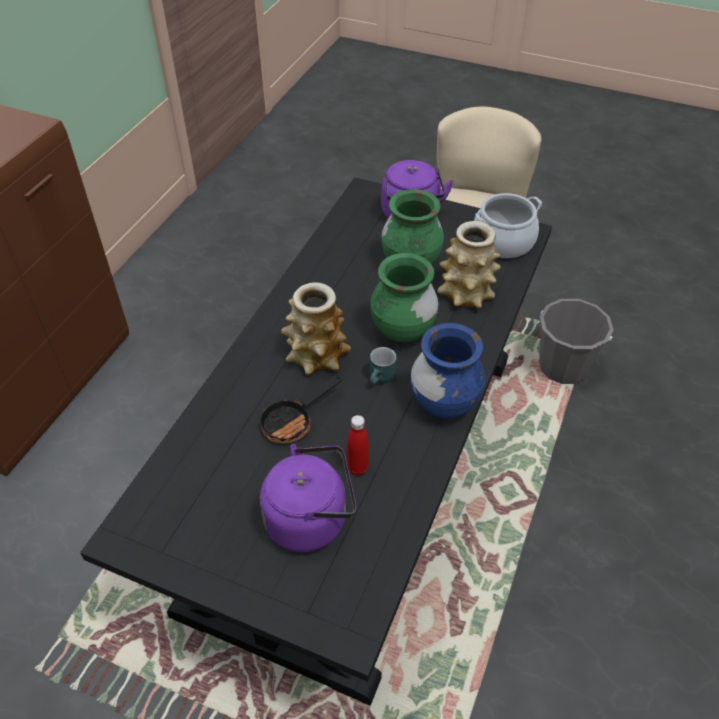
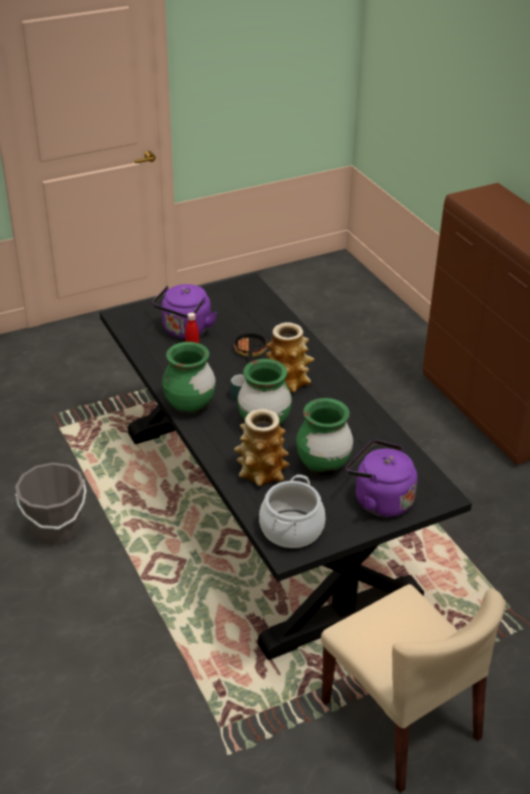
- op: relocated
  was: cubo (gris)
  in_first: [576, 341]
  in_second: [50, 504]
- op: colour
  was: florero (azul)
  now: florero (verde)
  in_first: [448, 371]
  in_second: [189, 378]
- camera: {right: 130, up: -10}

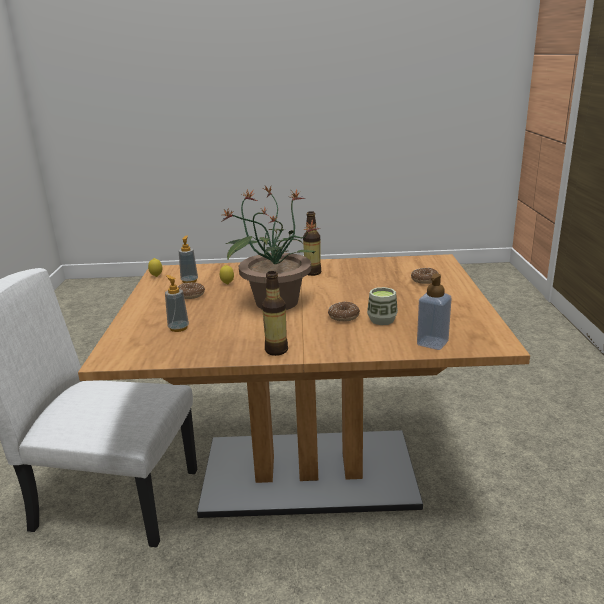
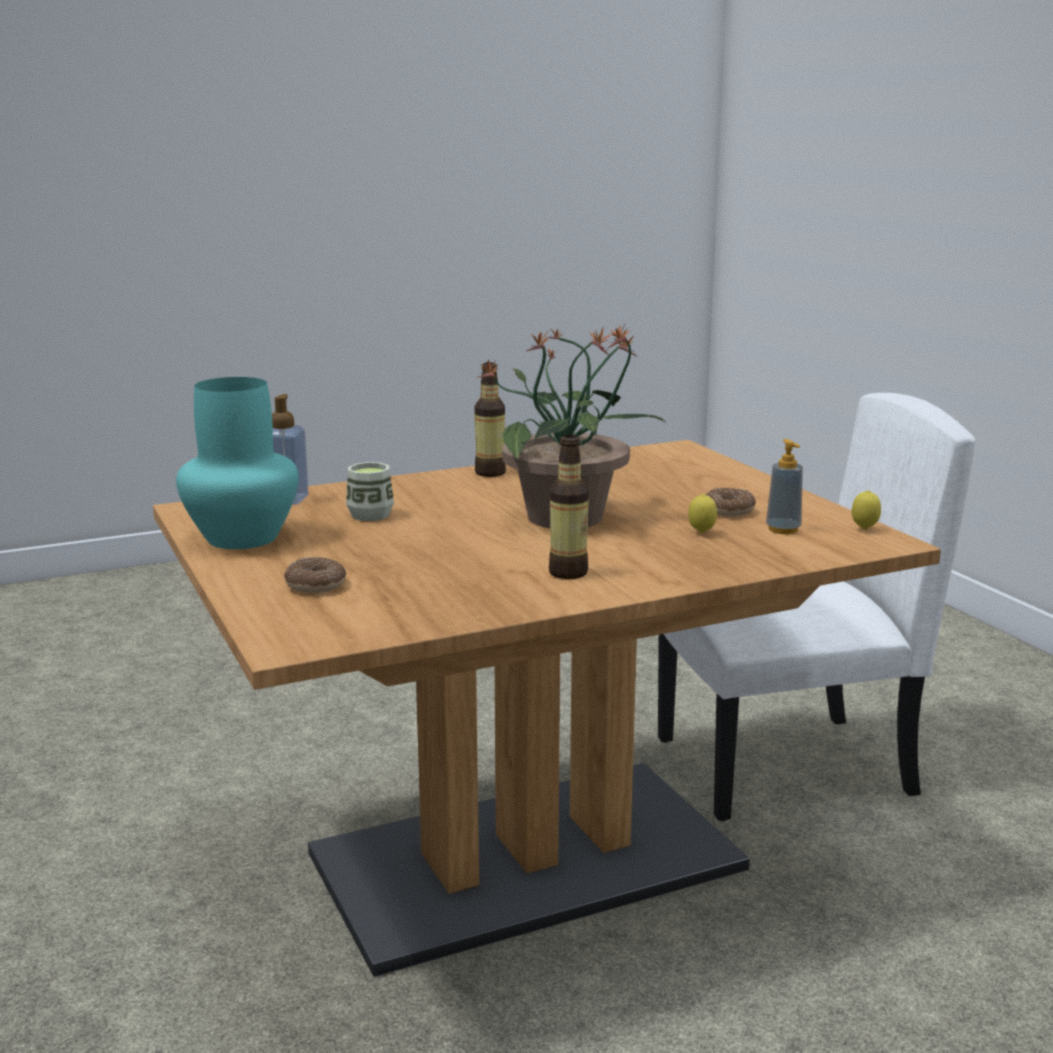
- op: appeared
  now: florero (turquesa)
  in_second: [237, 463]
- op: missing
  was: dispensador de jabón
  in_first: [177, 303]
- op: missing
  was: rosquilla
  in_first: [344, 312]
- camera: {right: 155, up: -5}

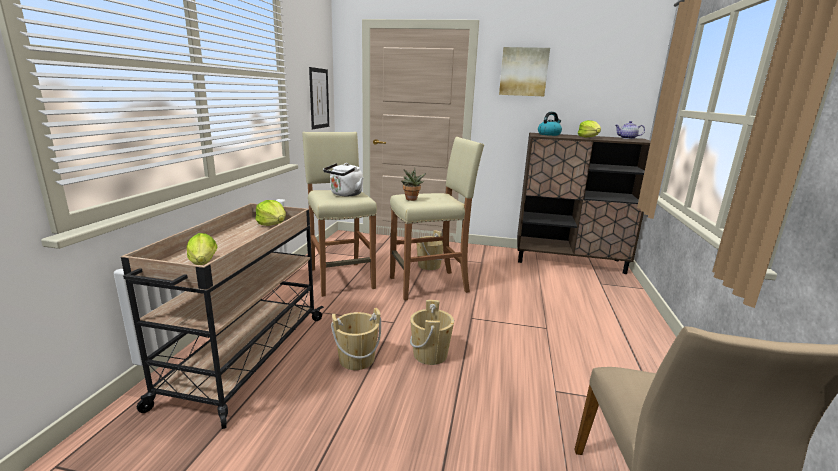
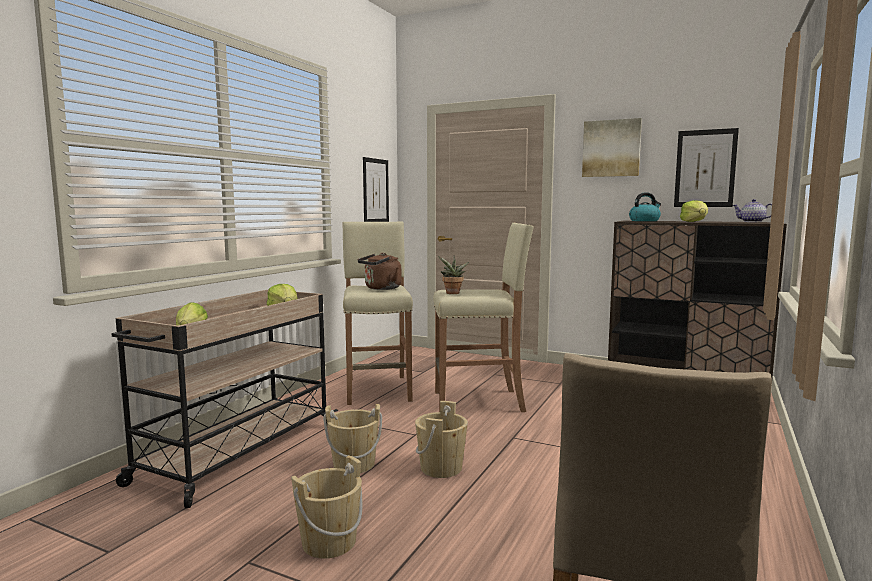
- op: relocated
  was: cubo (beis)
  in_first: [429, 250]
  in_second: [326, 507]
- op: colour
  was: hervidor (blanco)
  now: hervidor (marrón)
  in_first: [343, 179]
  in_second: [379, 271]
- op: appeared
  now: cuadro
  in_second: [706, 167]
- camera: {right: 15, up: -10}

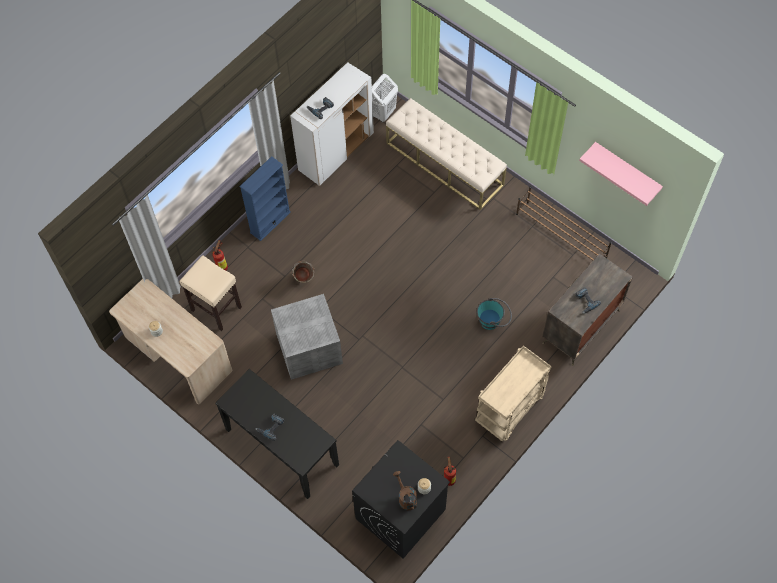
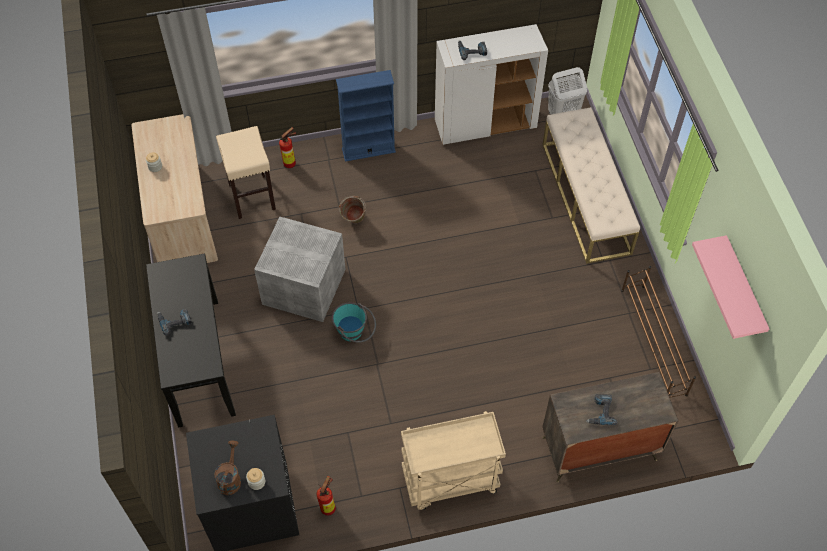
- op: relocated
  was: cubo (turquesa)
  in_first: [494, 314]
  in_second: [354, 322]
- camera: {right: 35, up: -5}

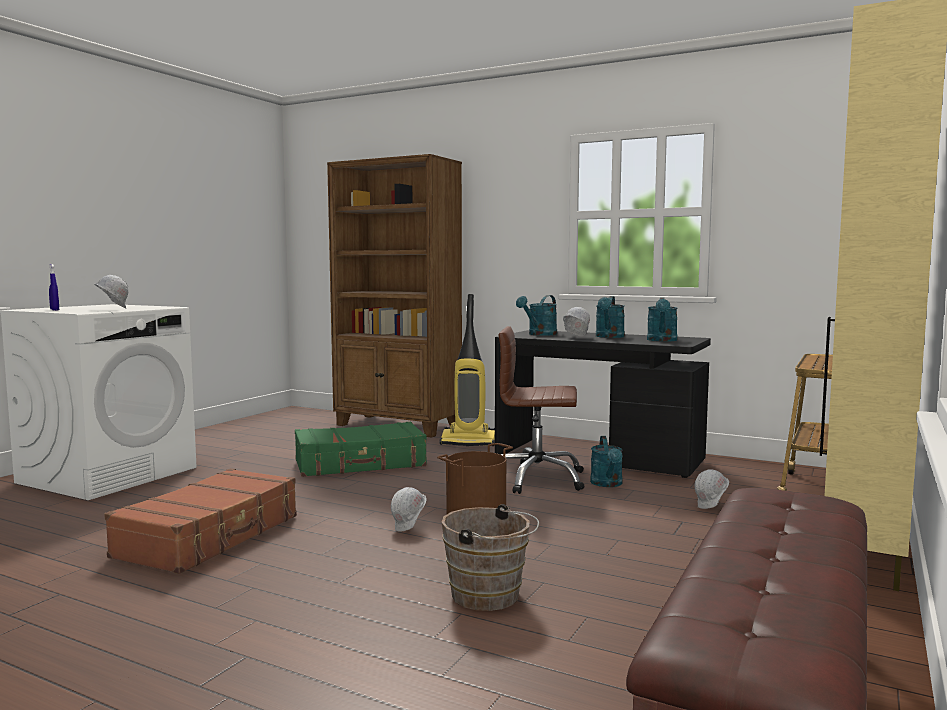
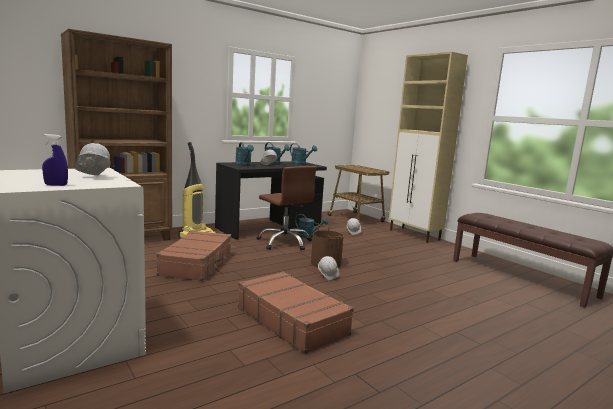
- op: colour
  was: maleta (verde)
  now: maleta (marrón)
  in_first: [361, 449]
  in_second: [194, 255]
- op: spun
  was: silla de oficina (marrón)
  in_first: [541, 410]
  in_second: [286, 208]
  clockwise: -75
- op: missing
  was: cubo (marrón)
  in_first: [490, 557]
- camera: {right: -65, up: 5}

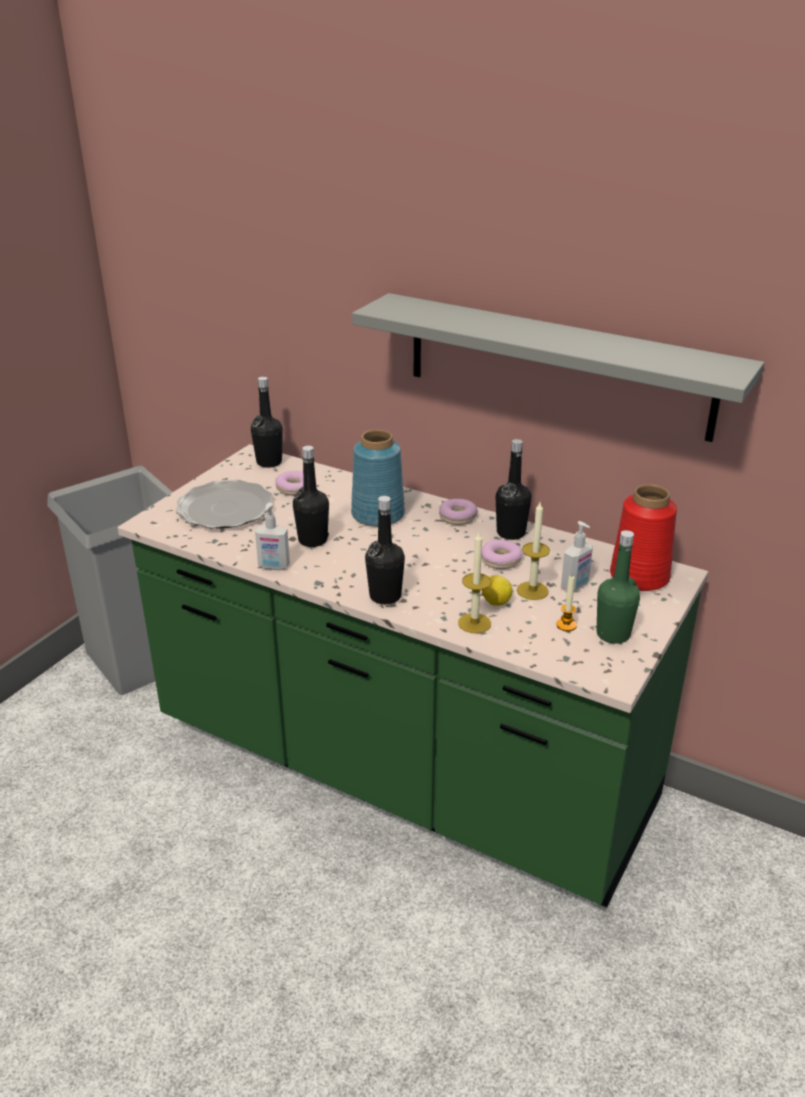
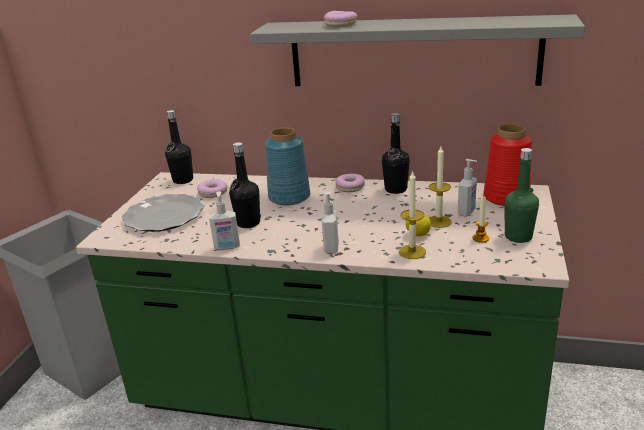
- op: exchanged
  was: botella (negro)
  now: dispensador de jabón
  in_first: [385, 550]
  in_second: [329, 223]
- op: relocated
  was: rosquilla
  in_first: [501, 554]
  in_second: [340, 19]
- camera: {right: -15, up: -5}

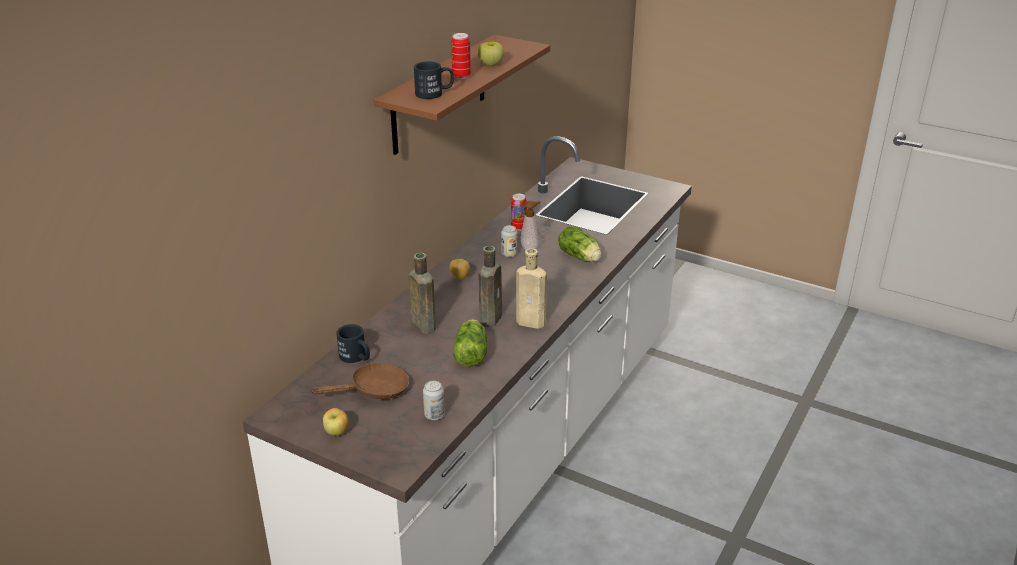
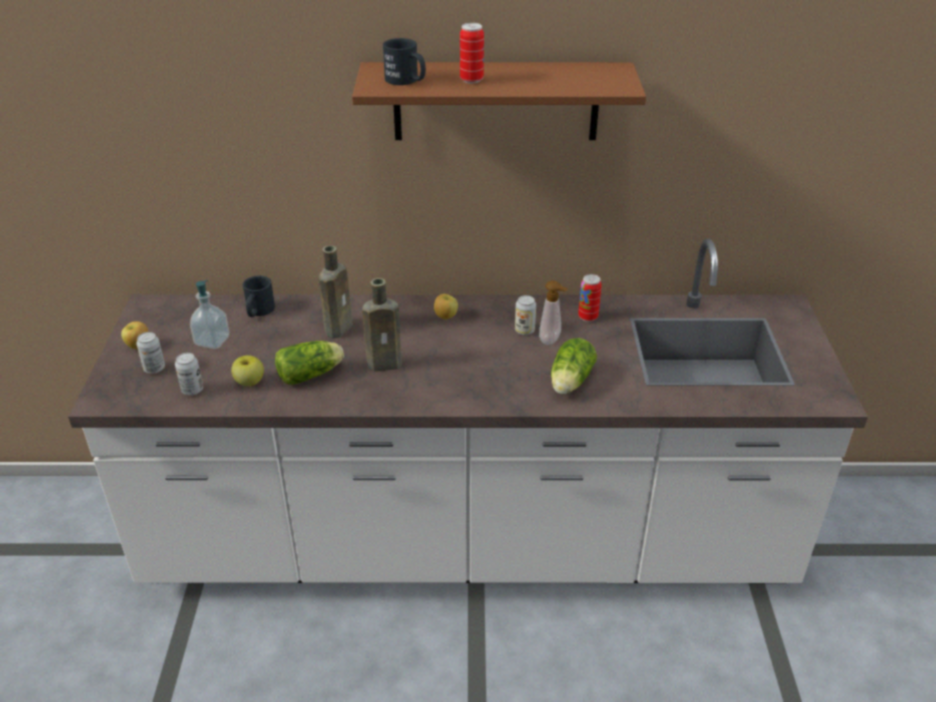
- op: appeared
  now: lata
  in_second: [150, 353]
- op: exchanged
  was: sartén (marrón)
  now: dispensador de jabón
  in_first: [360, 381]
  in_second: [209, 314]
- op: relocated
  was: manzana
  in_first: [491, 54]
  in_second: [247, 370]
- op: missing
  was: botella (beis)
  in_first: [531, 288]
- camera: {right: 60, up: 5}

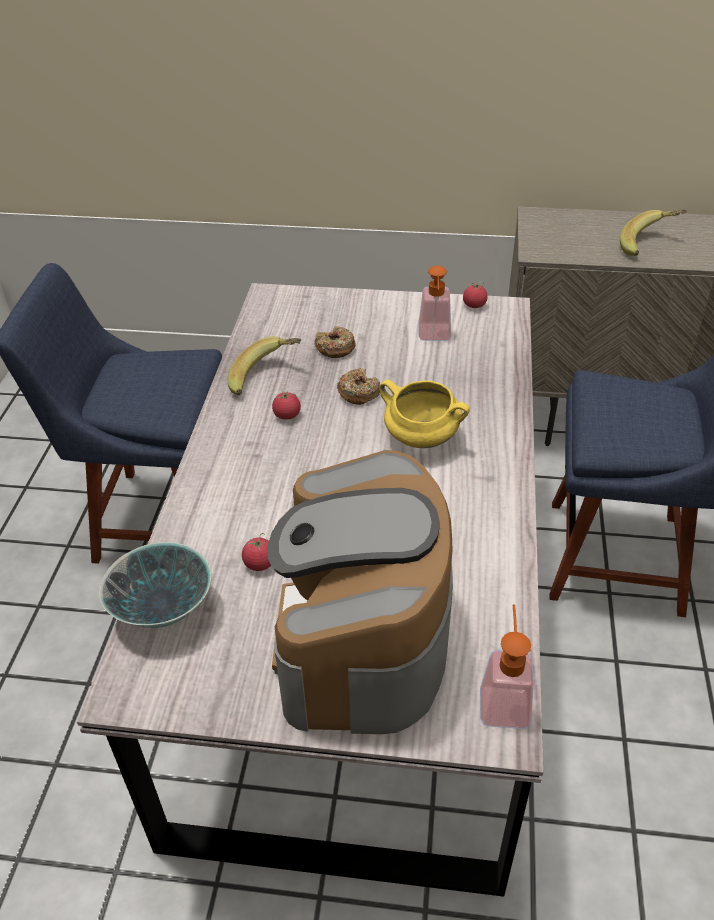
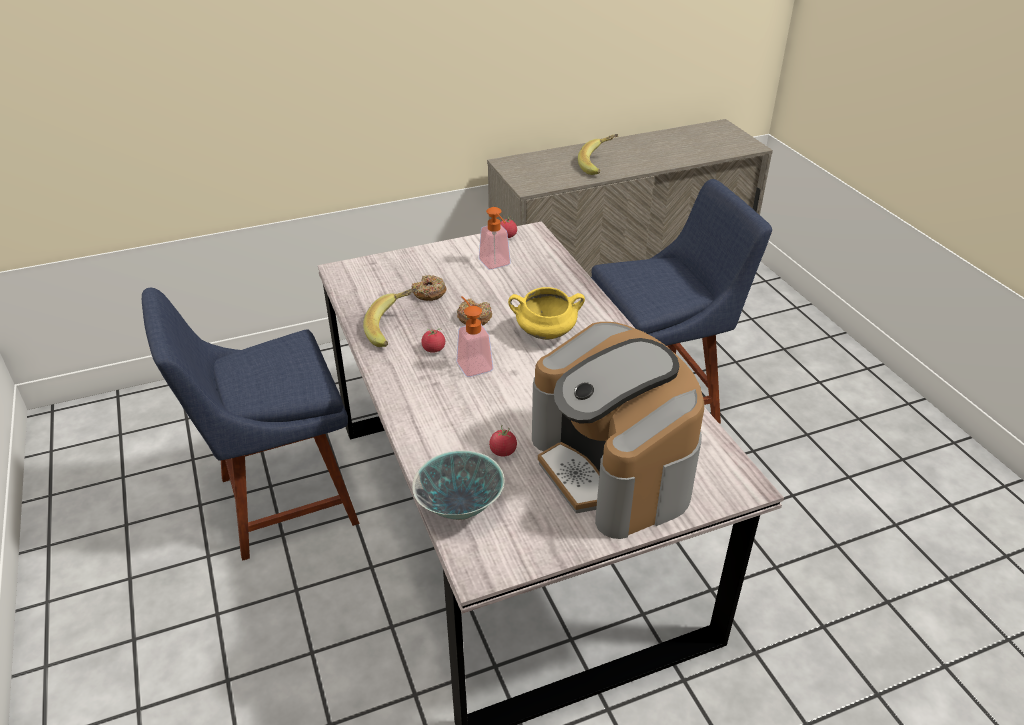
- op: relocated
  was: dispensador de jabón
  in_first: [507, 666]
  in_second: [474, 336]
- camera: {right: -30, up: -5}

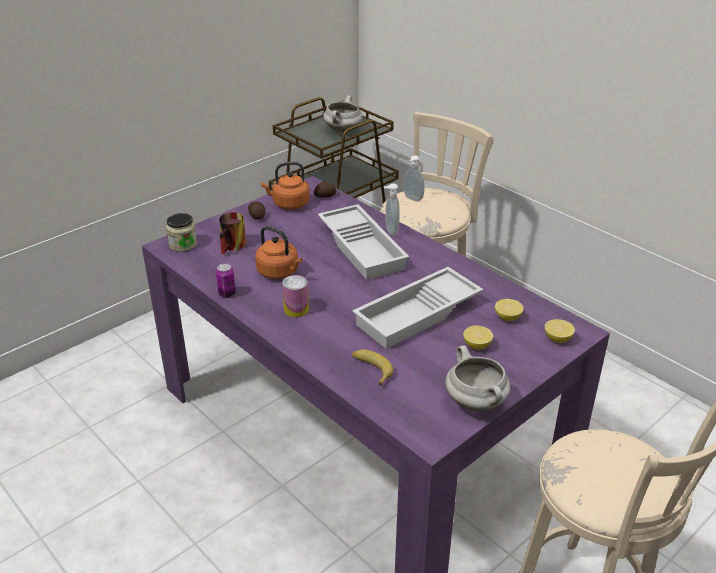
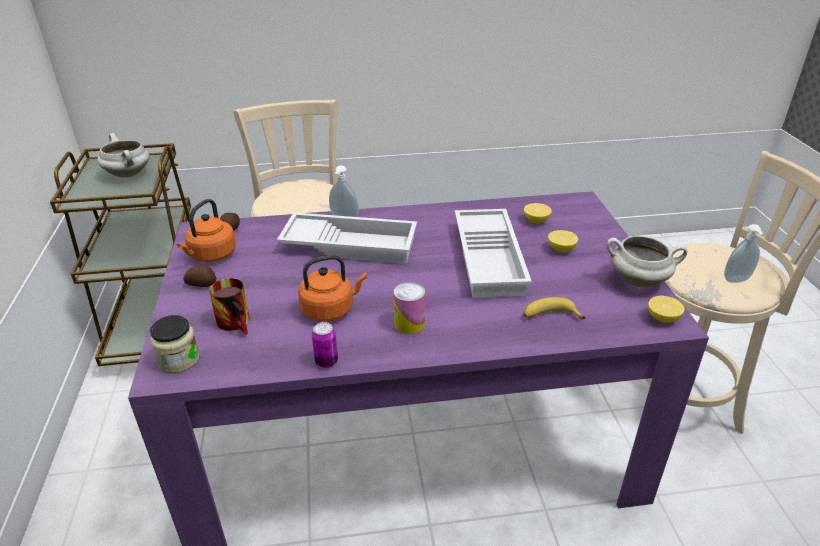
- op: relocated
  was: limón
  in_first: [560, 331]
  in_second: [666, 309]
- op: relocated
  was: dispensador de jabón
  in_first: [414, 178]
  in_second: [744, 253]
- camera: {right: -55, up: 0}

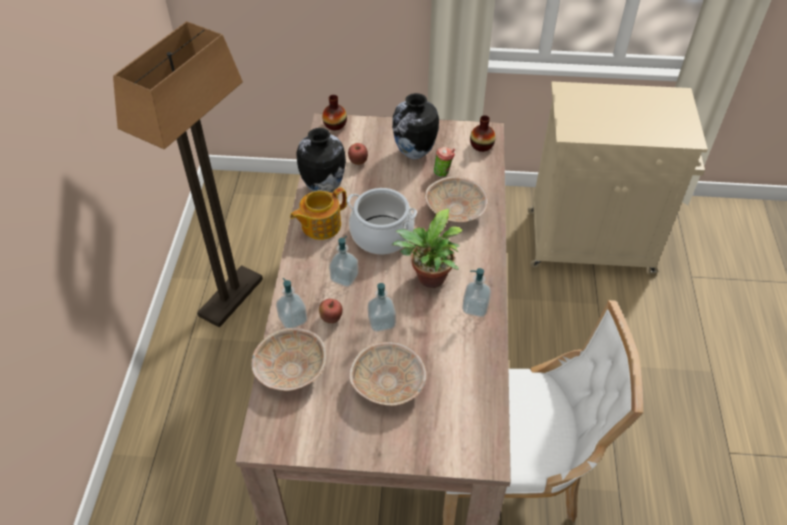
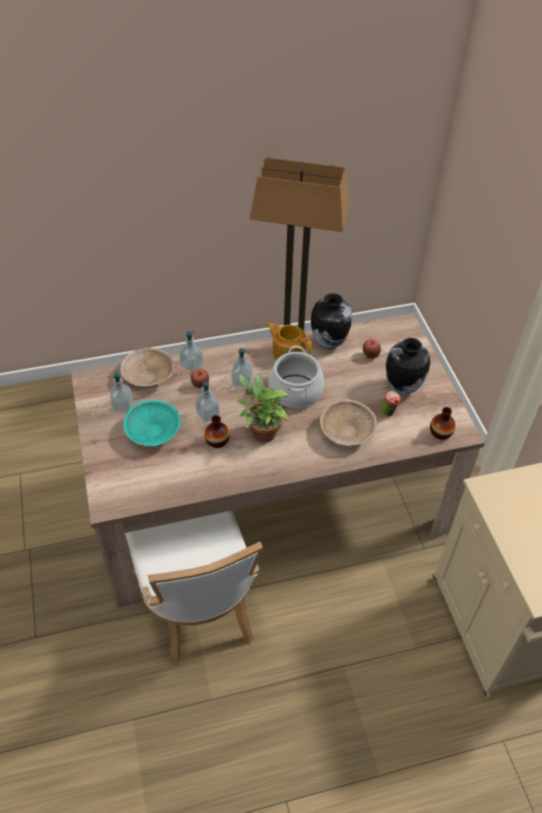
- op: relocated
  was: dispensador de jabón
  in_first: [476, 292]
  in_second: [121, 391]
- op: colour
  was: cuenco (beis)
  now: cuenco (turquesa)
  in_first: [388, 374]
  in_second: [152, 423]
- op: relocated
  was: florero
  in_first: [334, 112]
  in_second: [217, 431]
- camera: {right: 70, up: 0}

